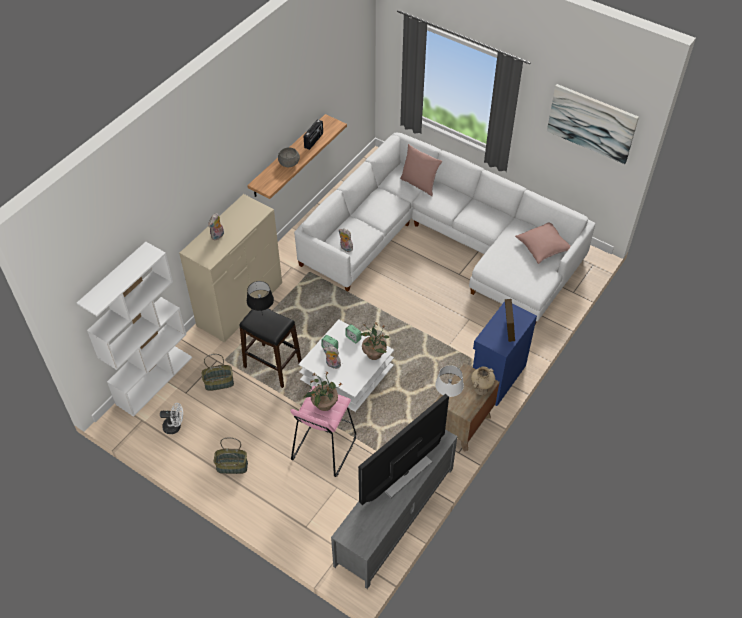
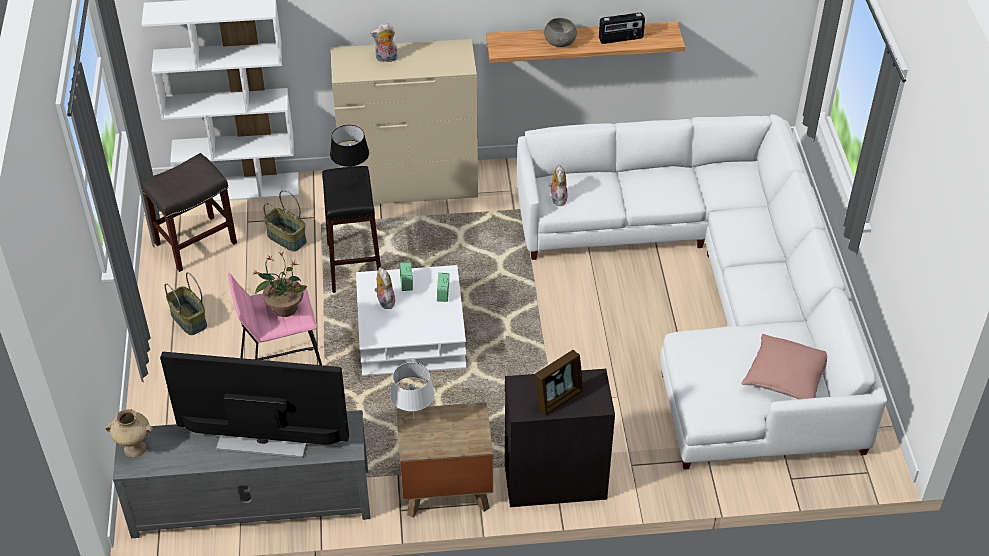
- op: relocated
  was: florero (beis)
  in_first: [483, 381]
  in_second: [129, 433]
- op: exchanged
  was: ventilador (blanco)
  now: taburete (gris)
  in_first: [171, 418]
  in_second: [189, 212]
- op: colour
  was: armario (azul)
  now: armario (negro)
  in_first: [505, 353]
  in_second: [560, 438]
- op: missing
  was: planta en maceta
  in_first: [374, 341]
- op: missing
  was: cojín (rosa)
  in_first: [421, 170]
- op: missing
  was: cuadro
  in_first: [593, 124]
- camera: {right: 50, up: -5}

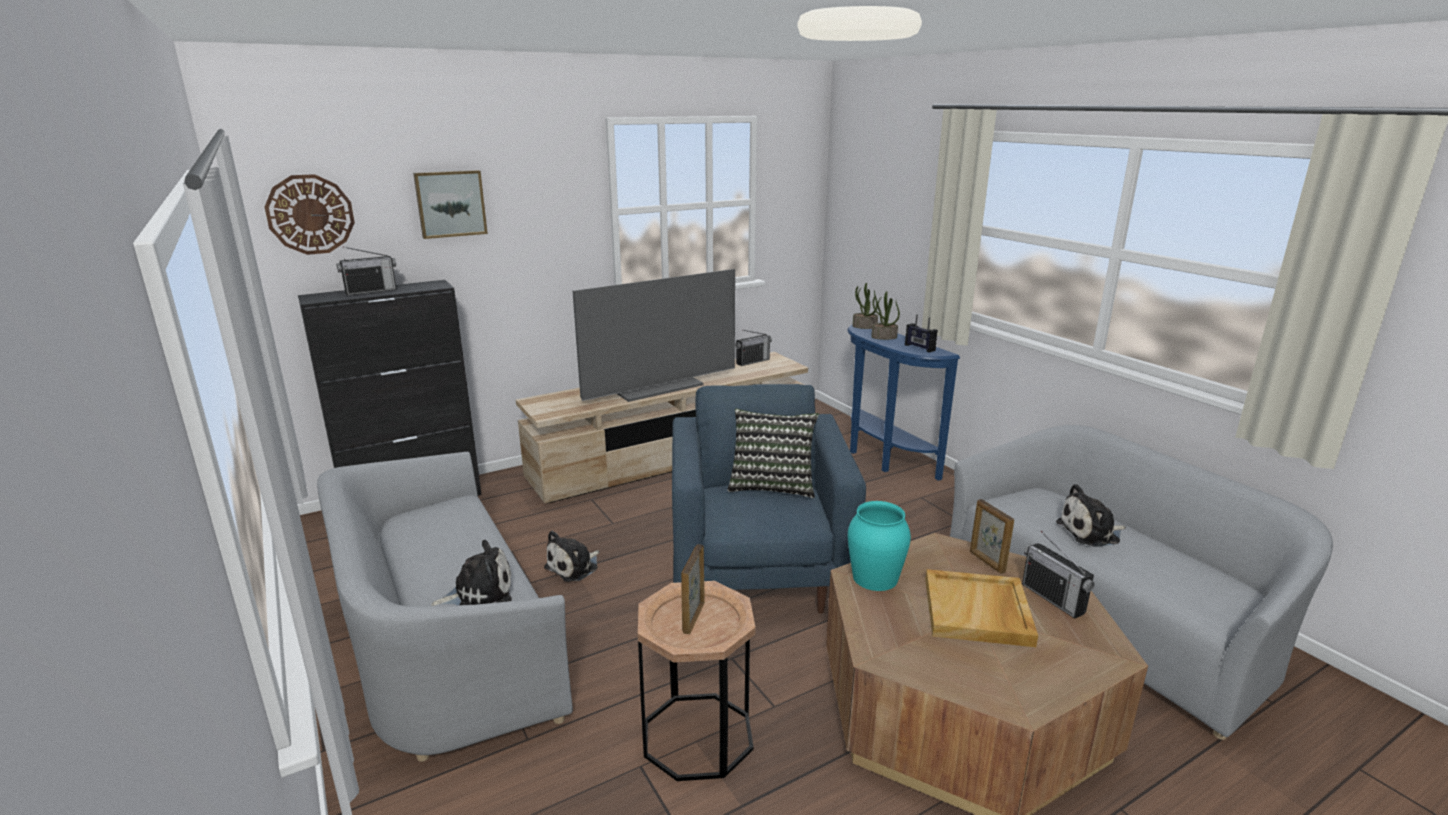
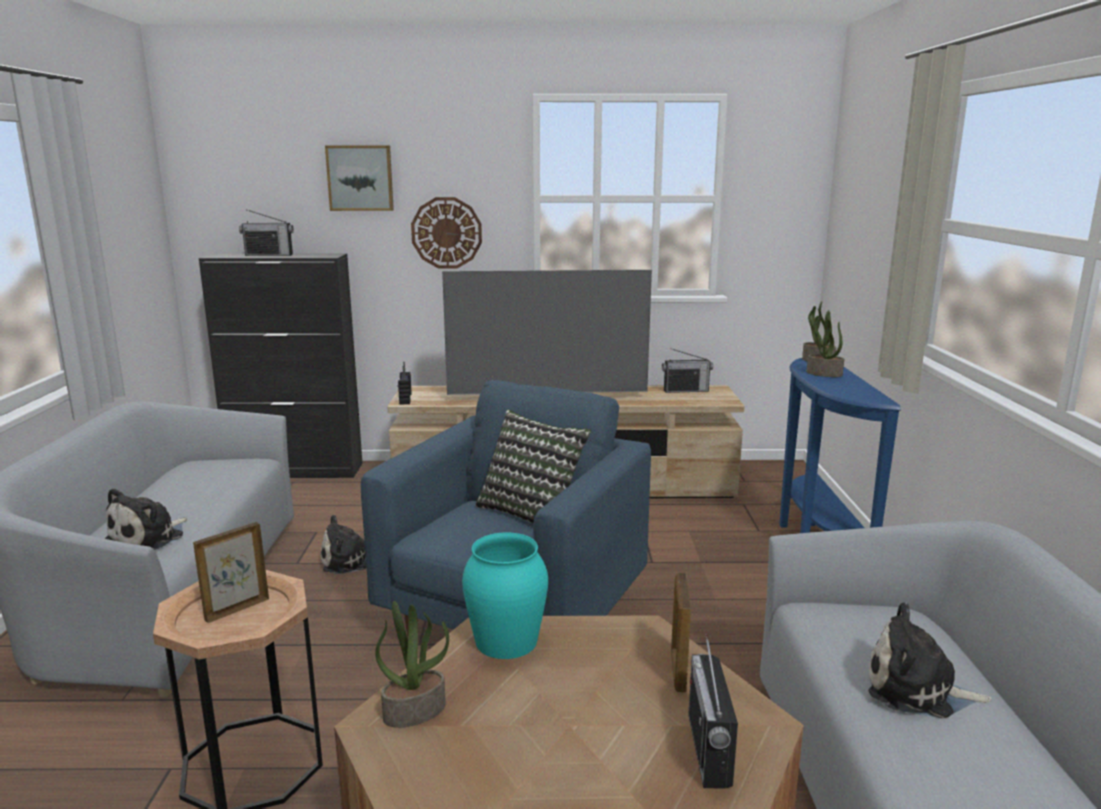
- op: spun
  was: peluche
  in_first: [471, 573]
  in_second: [146, 519]
  clockwise: 105
- op: appeared
  now: planta en maceta
  in_second: [412, 664]
- op: relocated
  was: radio
  in_first: [921, 333]
  in_second: [404, 383]
- op: relocated
  was: reloj de pared
  in_first: [310, 214]
  in_second: [446, 233]
- op: missing
  was: bandeja (beis)
  in_first: [981, 608]
- camera: {right: 30, up: -5}

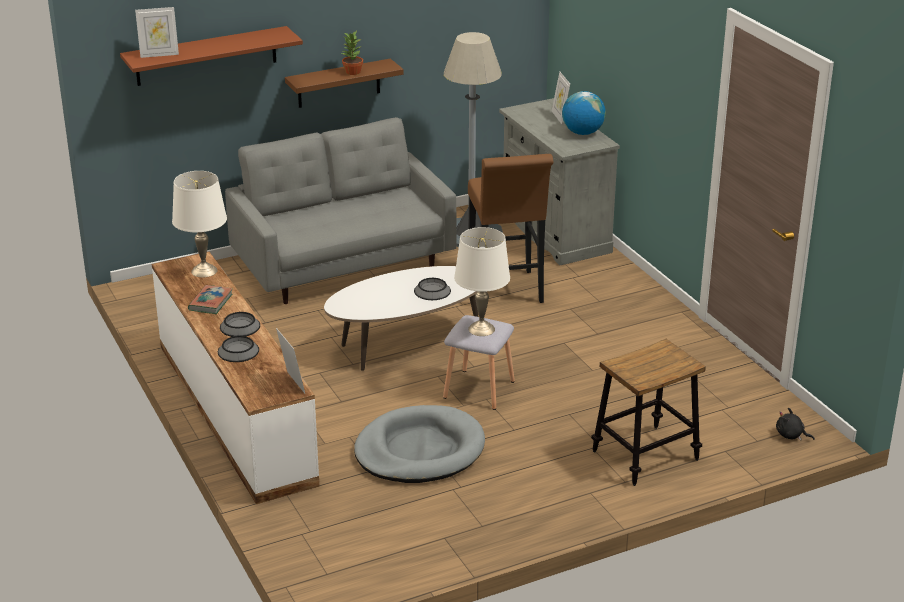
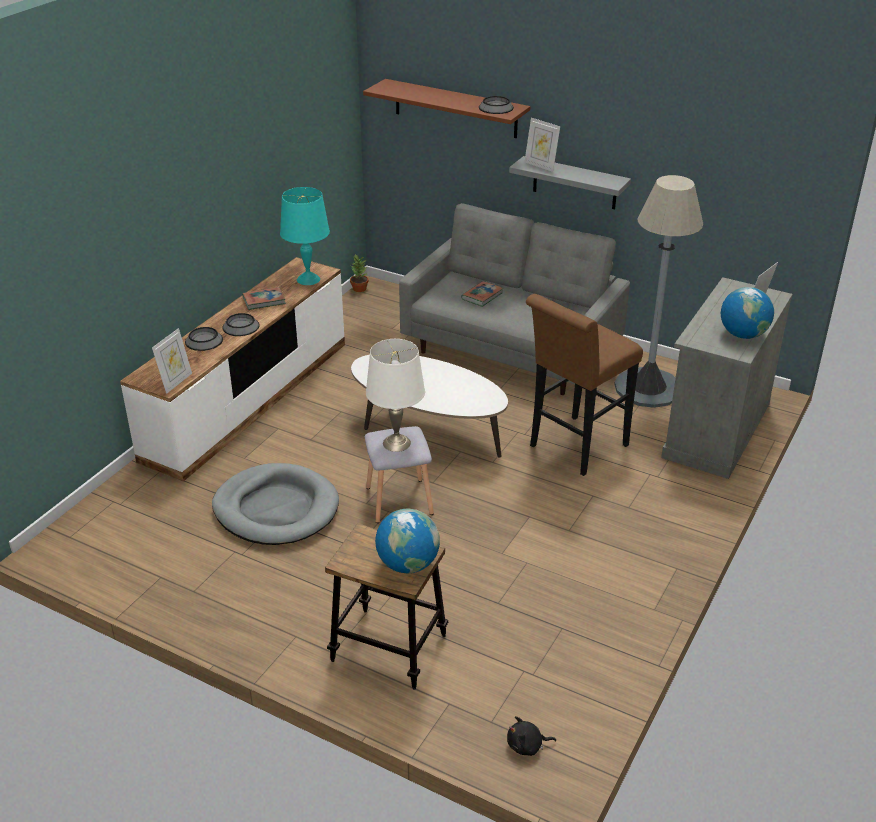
- op: colour
  was: lámpara de mesa (blanco)
  now: lámpara de mesa (turquesa)
  in_first: [199, 224]
  in_second: [305, 236]
- op: relocated
  was: planta en maceta
  in_first: [352, 53]
  in_second: [359, 273]
- op: appeared
  now: globo terráqueo
  in_second: [407, 541]
- op: appeared
  now: libro
  in_second: [482, 294]
- op: relocated
  was: cuenco
  in_first: [432, 289]
  in_second: [496, 105]
- op: spun
  was: peluche (negro)
  in_first: [795, 424]
  in_second: [531, 736]
  clockwise: -90
- op: colour
  was: estante (marrón)
  now: estante (gris)
  in_first: [344, 83]
  in_second: [570, 183]
- op: relocated
  was: portarretratos
  in_first: [157, 32]
  in_second: [542, 145]
- camera: {right: 55, up: 5}

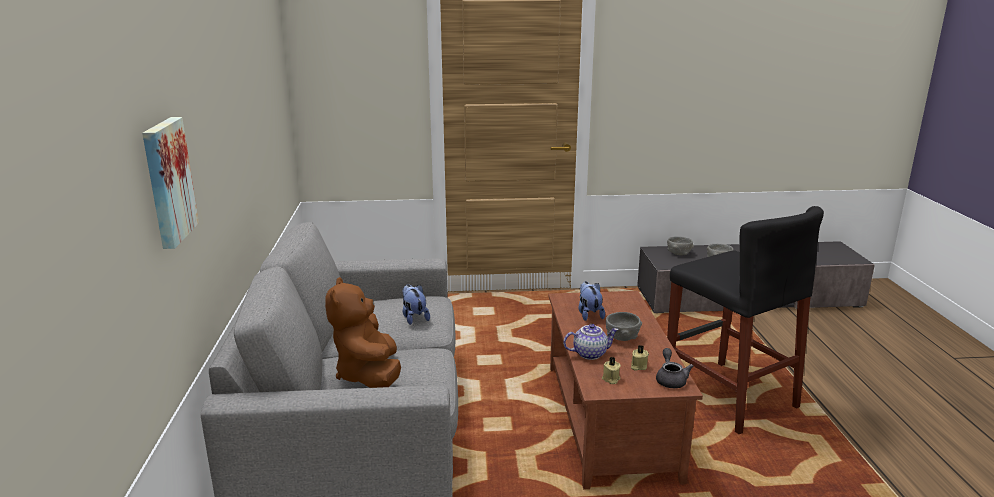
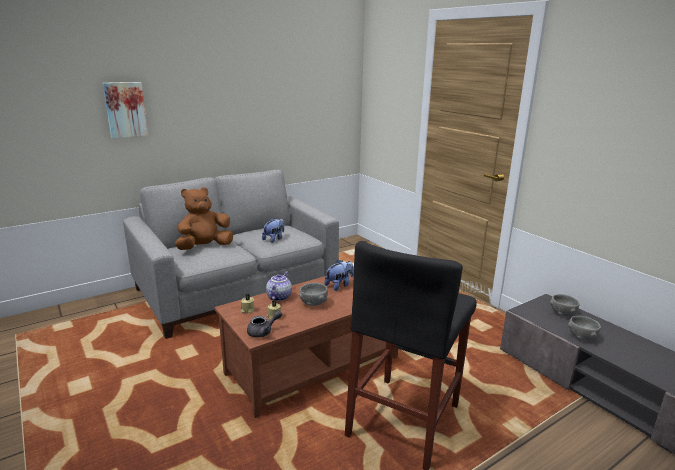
- op: spun
  was: tetera
  in_first: [591, 342]
  in_second: [279, 286]
  clockwise: -120
- camera: {right: 60, up: 0}

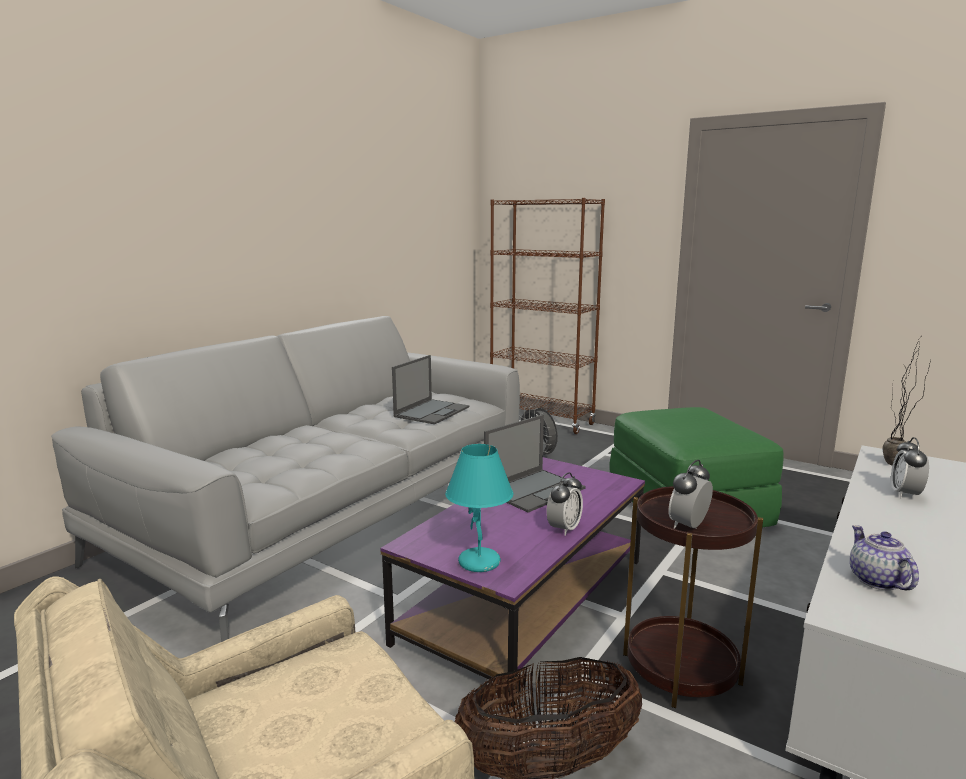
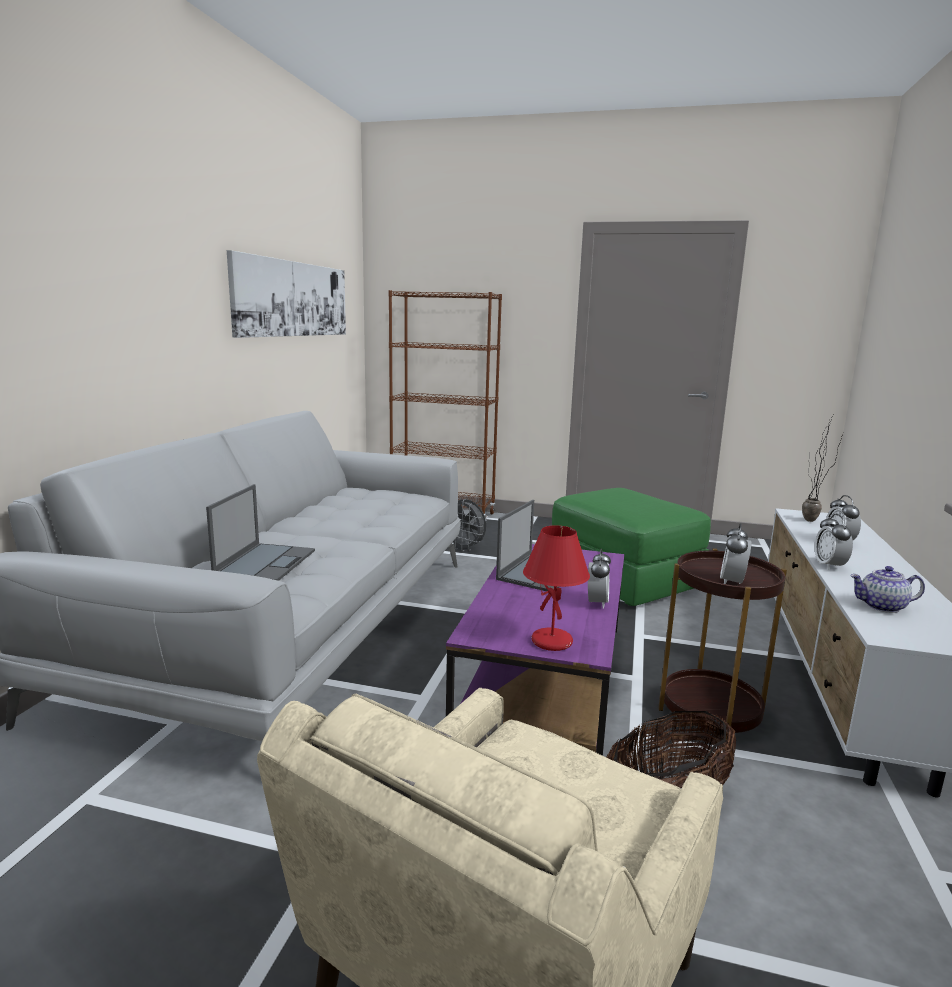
- op: relocated
  was: portátil
  in_first: [430, 389]
  in_second: [260, 532]
- op: appeared
  now: cuadro
  in_second: [286, 294]
- op: colour
  was: lámpara de mesa (turquesa)
  now: lámpara de mesa (rojo)
  in_first: [479, 508]
  in_second: [556, 588]
- op: appeared
  now: despertador
  in_second: [834, 542]
- op: spun
  was: tetera
  in_first: [884, 558]
  in_second: [887, 589]
  clockwise: -60
- camera: {right: -20, up: 0}

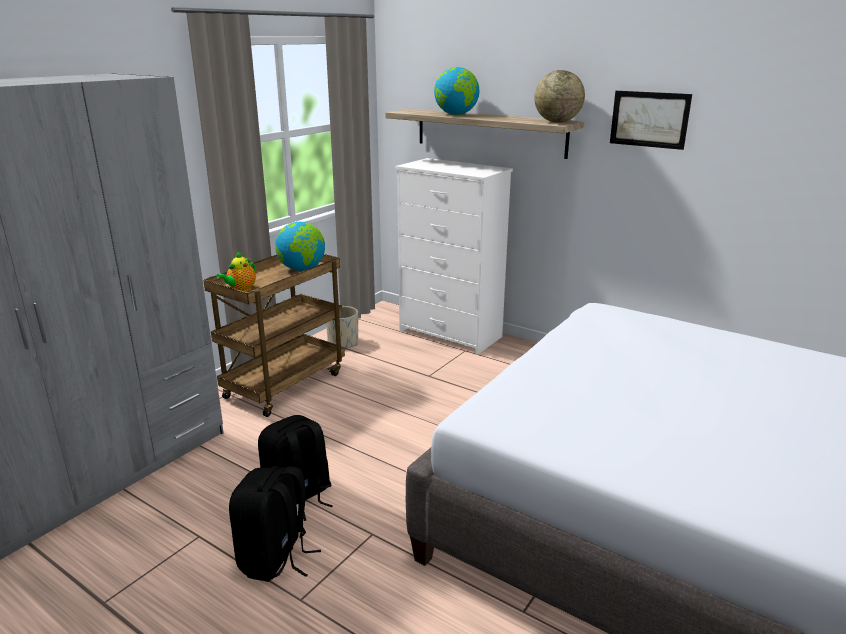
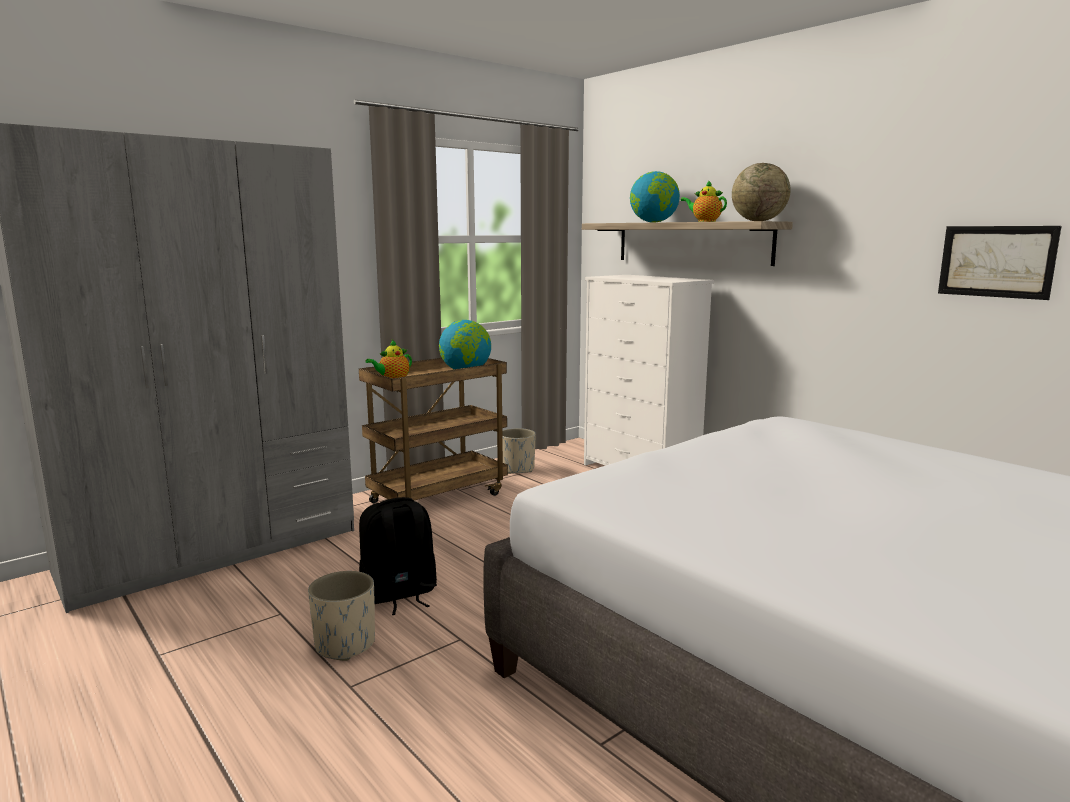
- op: exchanged
  was: mochila (negro)
  now: maceta (beis)
  in_first: [275, 524]
  in_second: [341, 616]
- op: appeared
  now: tetera
  in_second: [704, 201]
- op: relocated
  was: cuadro
  in_first: [651, 120]
  in_second: [999, 263]
- camera: {right: 15, up: -10}

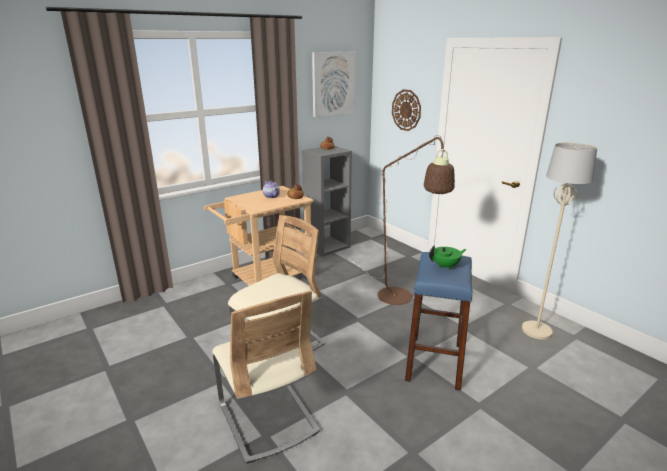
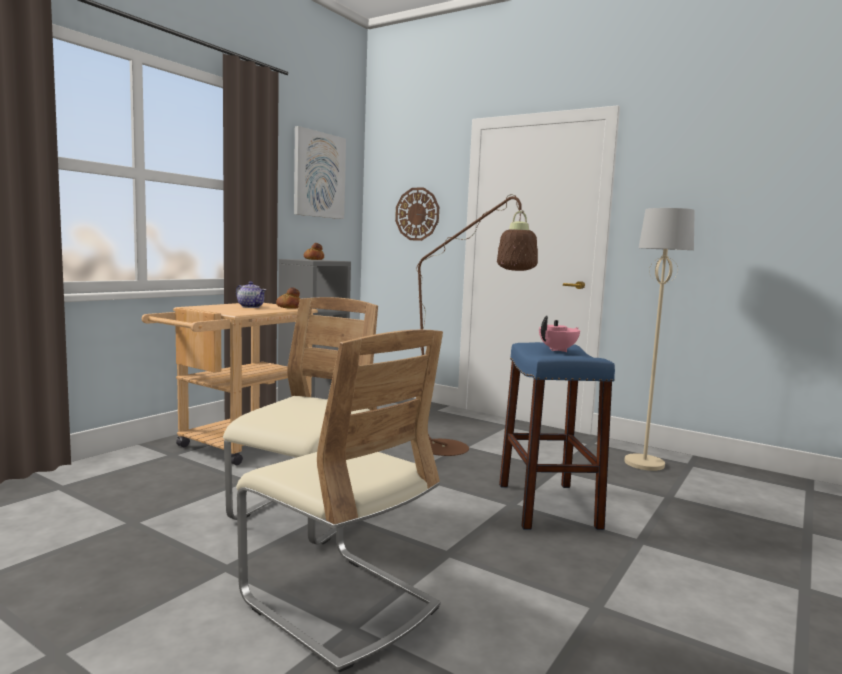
- op: colour
  was: tetera (verde)
  now: tetera (rosa)
  in_first: [447, 257]
  in_second: [559, 334]
- camera: {right: -20, up: -15}

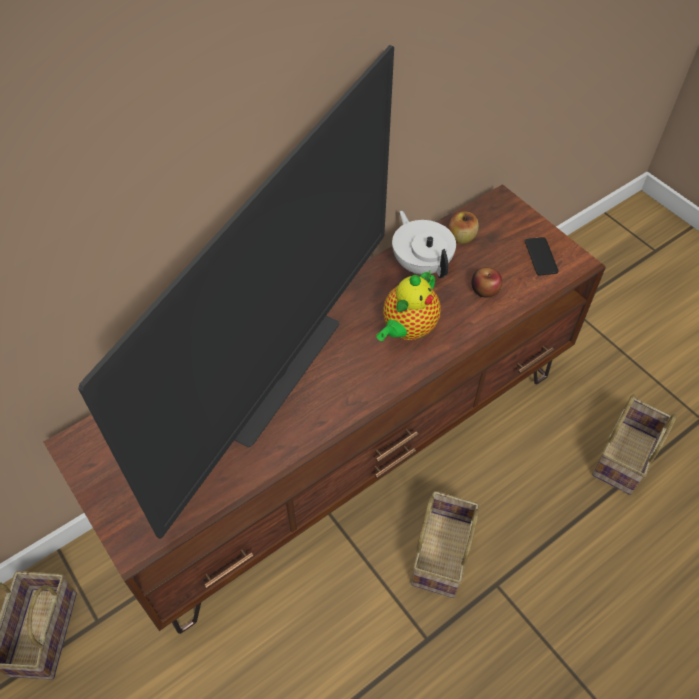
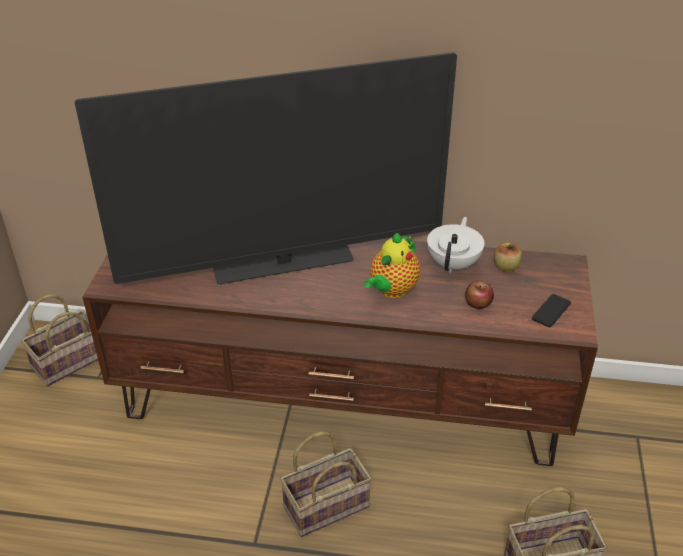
- op: spun
  was: tetera
  in_first: [408, 305]
  in_second: [392, 265]
  clockwise: -45
- camera: {right: 45, up: -15}

